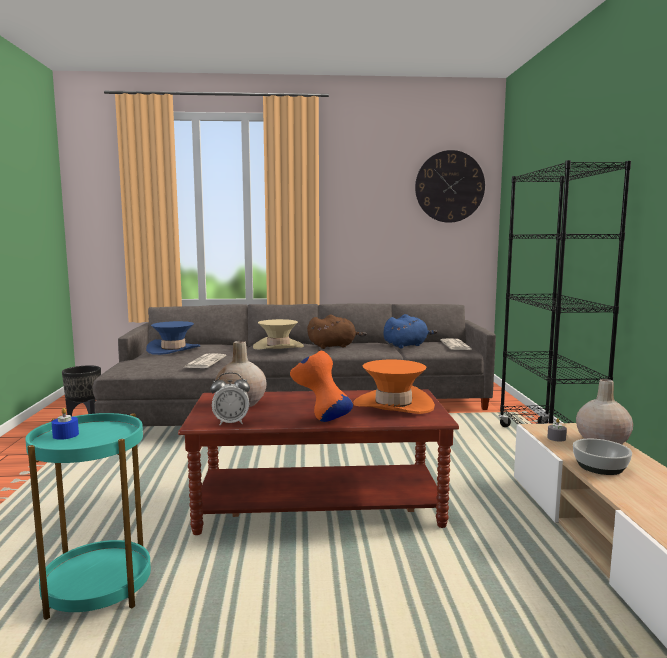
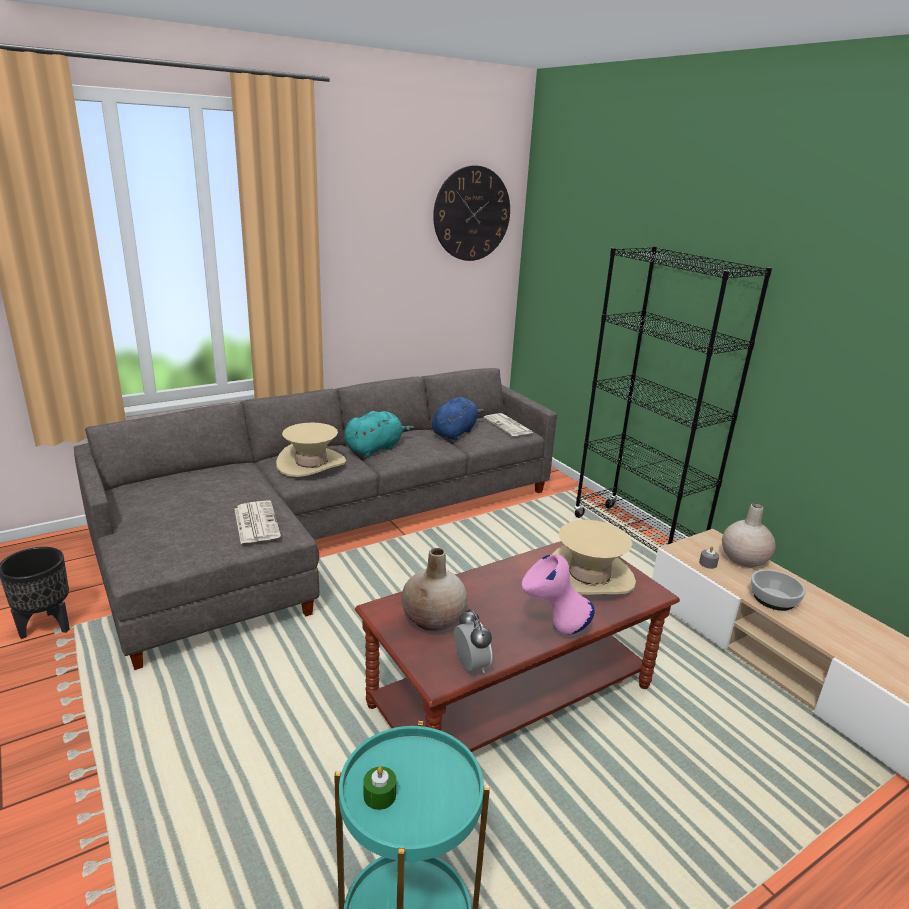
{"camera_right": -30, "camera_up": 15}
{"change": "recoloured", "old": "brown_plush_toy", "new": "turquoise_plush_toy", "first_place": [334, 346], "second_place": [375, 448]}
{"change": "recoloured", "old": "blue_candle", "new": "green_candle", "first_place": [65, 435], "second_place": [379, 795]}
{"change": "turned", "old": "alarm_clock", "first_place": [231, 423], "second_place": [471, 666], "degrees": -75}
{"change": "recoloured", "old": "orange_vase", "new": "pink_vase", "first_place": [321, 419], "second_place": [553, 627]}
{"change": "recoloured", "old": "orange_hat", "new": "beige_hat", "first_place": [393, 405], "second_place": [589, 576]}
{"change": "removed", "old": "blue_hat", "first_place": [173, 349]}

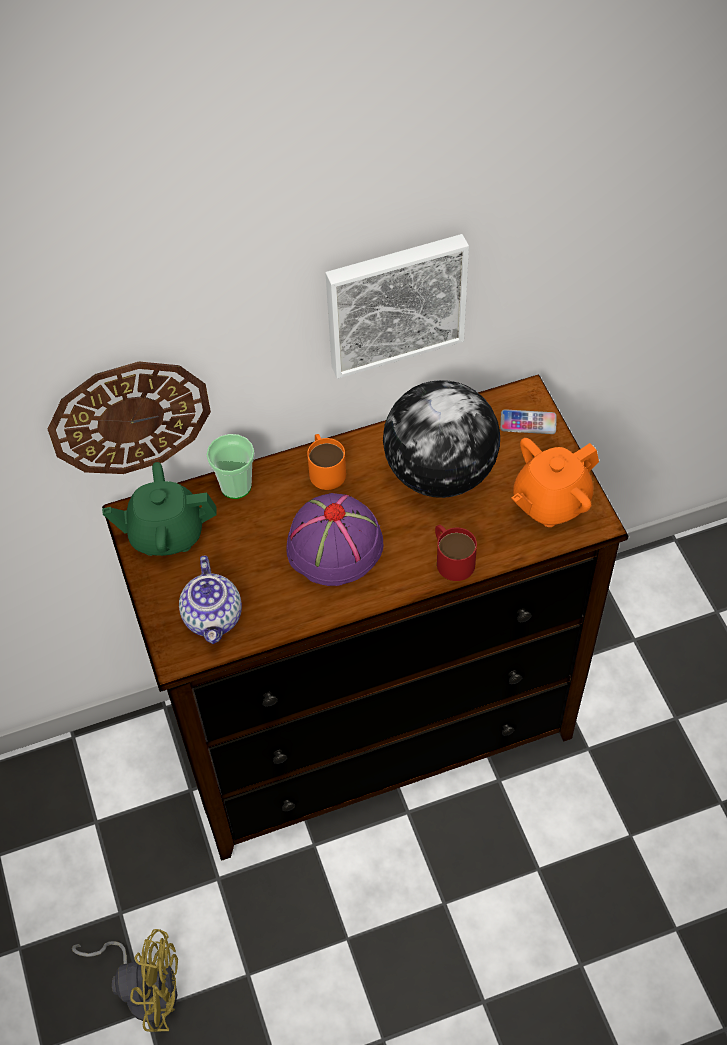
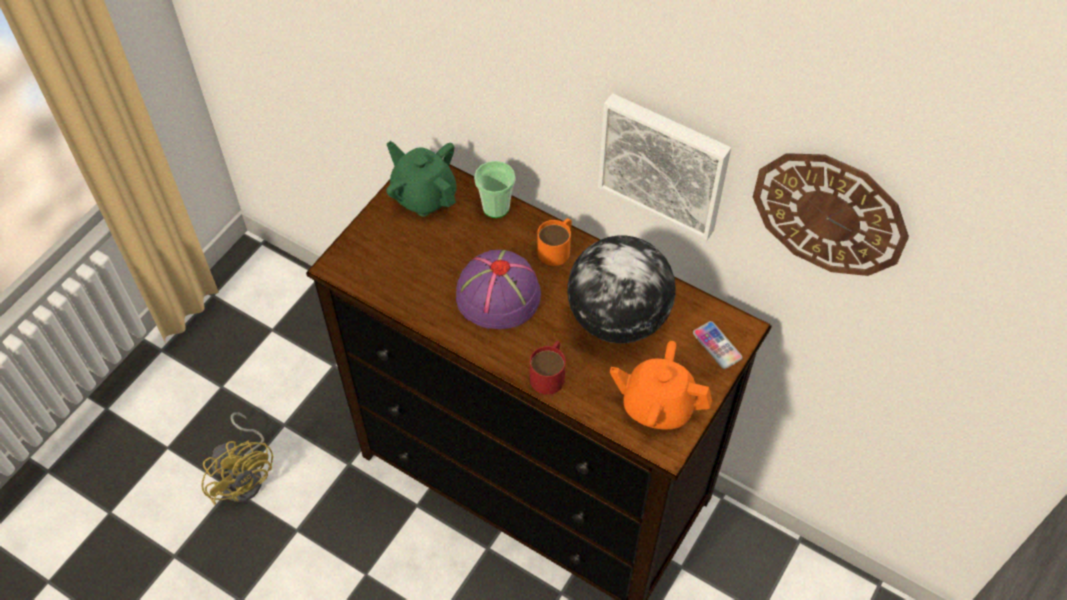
{"camera_right": 50, "camera_up": 0}
{"change": "moved", "old": "wall_clock", "first_place": [129, 417], "second_place": [829, 213]}
{"change": "removed", "old": "teapot", "first_place": [214, 617]}

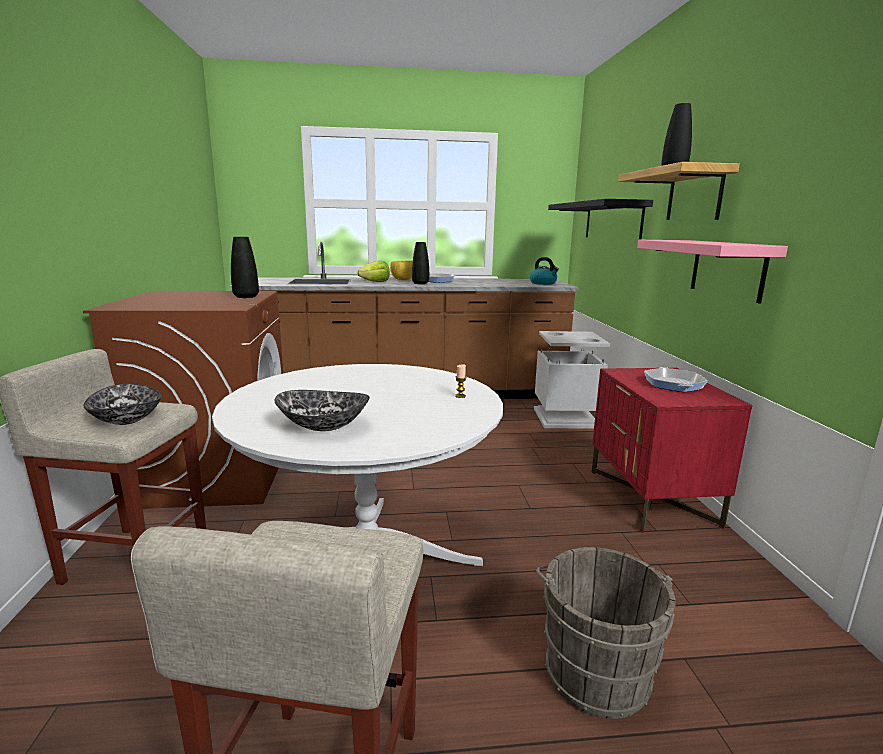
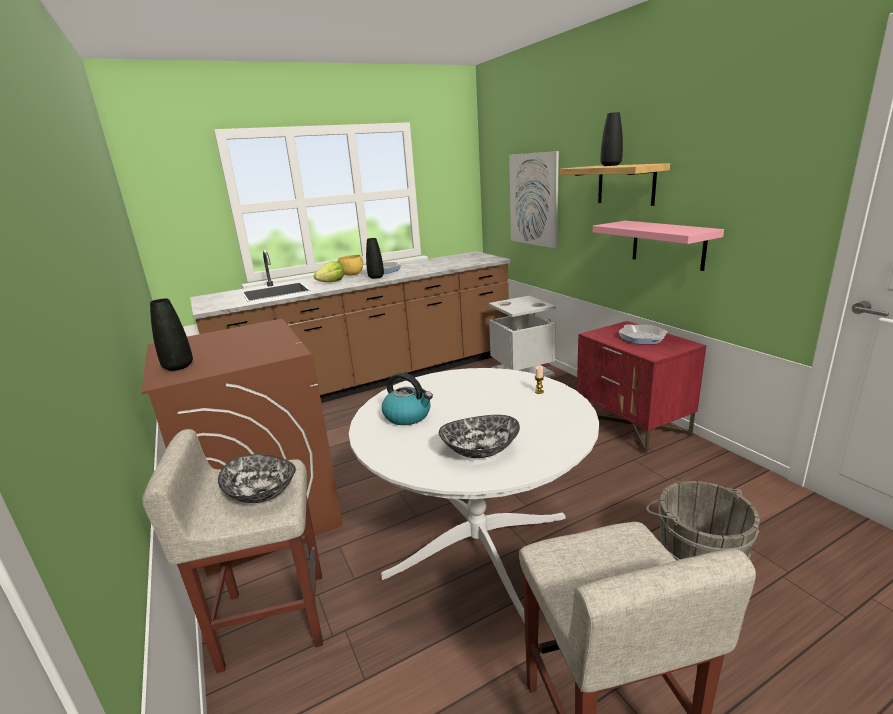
{"camera_right": -20, "camera_up": 5}
{"change": "moved", "old": "black_vase", "first_place": [246, 297], "second_place": [178, 367]}
{"change": "moved", "old": "kettle", "first_place": [543, 283], "second_place": [408, 416]}
{"change": "replaced", "old": "black_shelf", "new": "picture", "first_place": [612, 221], "second_place": [533, 199]}

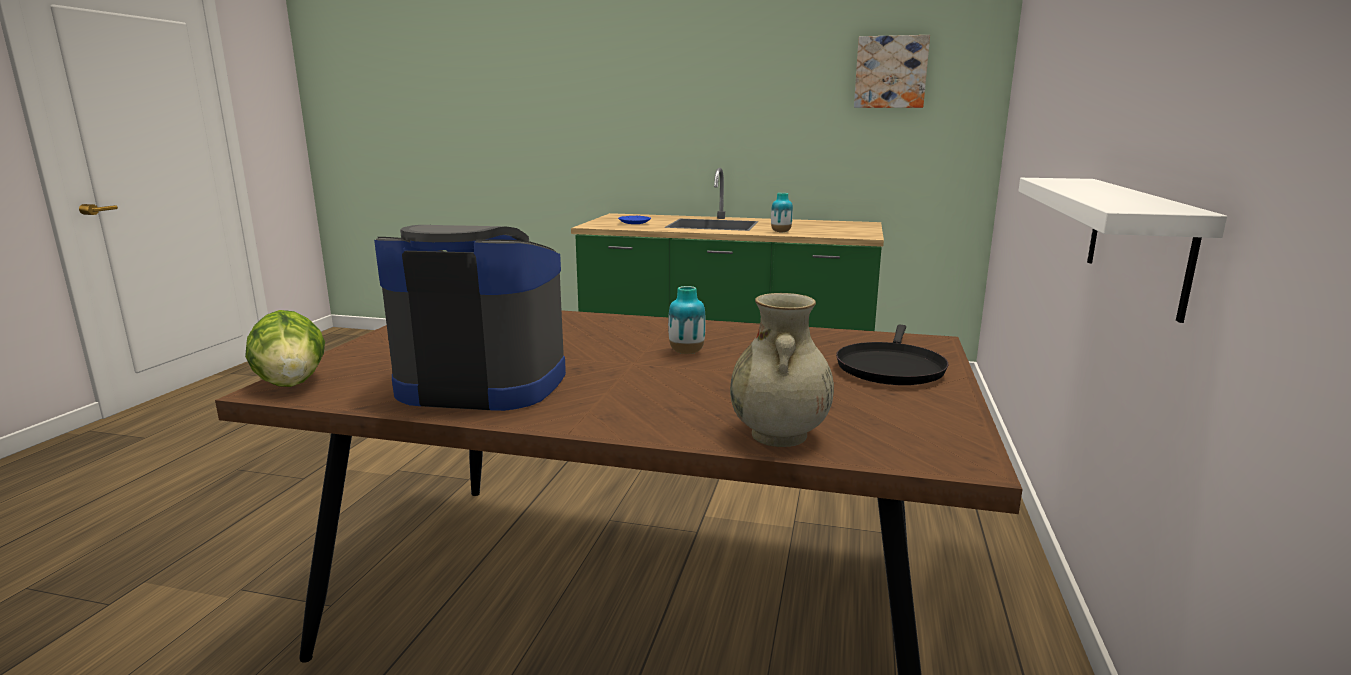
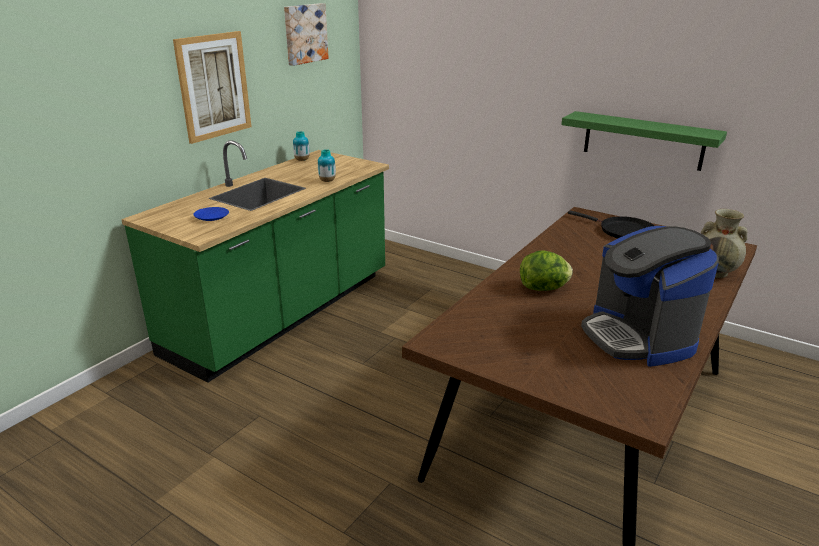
{"camera_right": -70, "camera_up": 10}
{"change": "added", "new": "picture", "second_place": [214, 86]}
{"change": "moved", "old": "vase", "first_place": [686, 352], "second_place": [302, 160]}
{"change": "moved", "old": "lettuce", "first_place": [292, 383], "second_place": [544, 288]}
{"change": "recoloured", "old": "white_shelf", "new": "green_shelf", "first_place": [1137, 241], "second_place": [643, 140]}
{"change": "turned", "old": "coffee_machine", "first_place": [482, 383], "second_place": [638, 336], "degrees": -45}

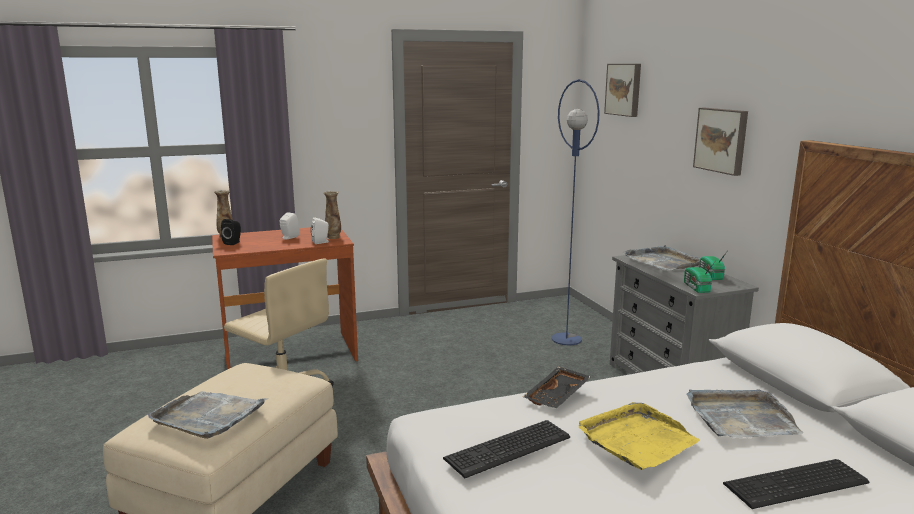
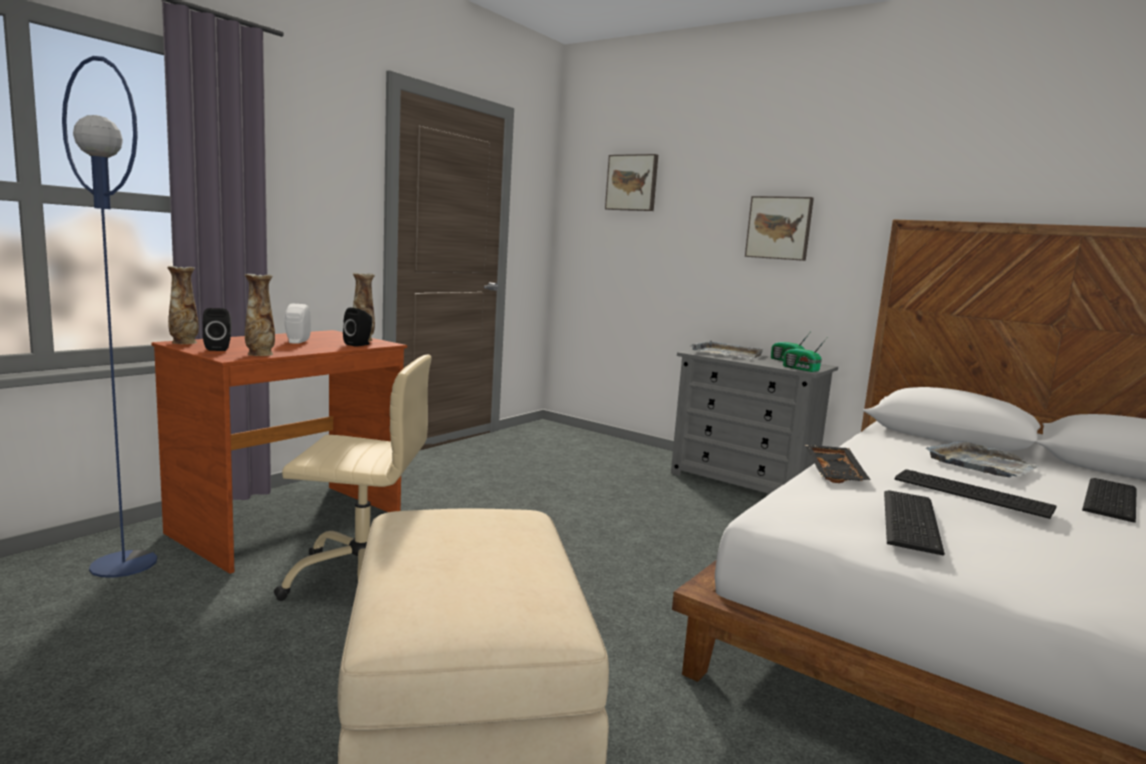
{"camera_right": -35, "camera_up": -5}
{"change": "moved", "old": "blue_floor_lamp", "first_place": [566, 339], "second_place": [124, 564]}
{"change": "added", "new": "vase", "second_place": [260, 354]}
{"change": "recoloured", "old": "white_speaker", "new": "black_speaker", "first_place": [321, 242], "second_place": [359, 344]}
{"change": "replaced", "old": "yellow_tray", "new": "keyboard", "first_place": [637, 439], "second_place": [970, 492]}
{"change": "removed", "old": "grey_tray", "first_place": [208, 416]}

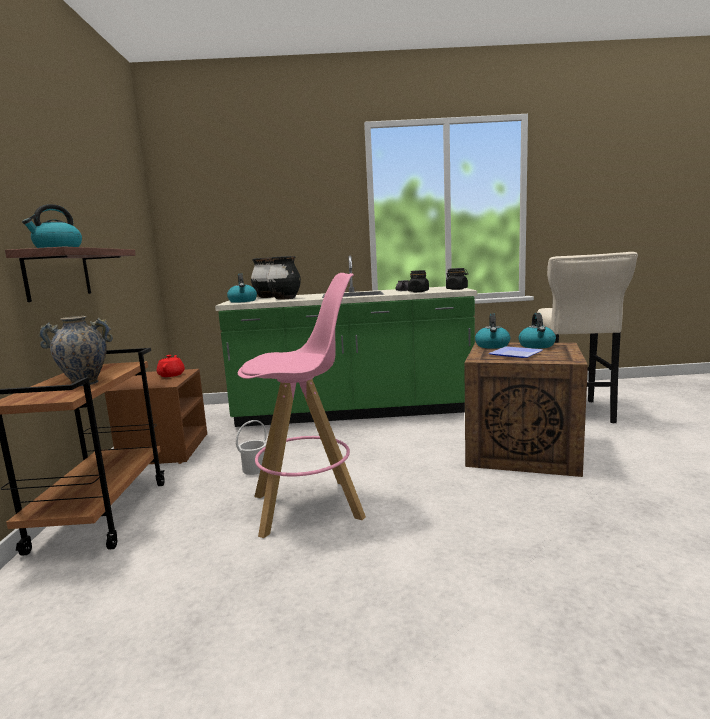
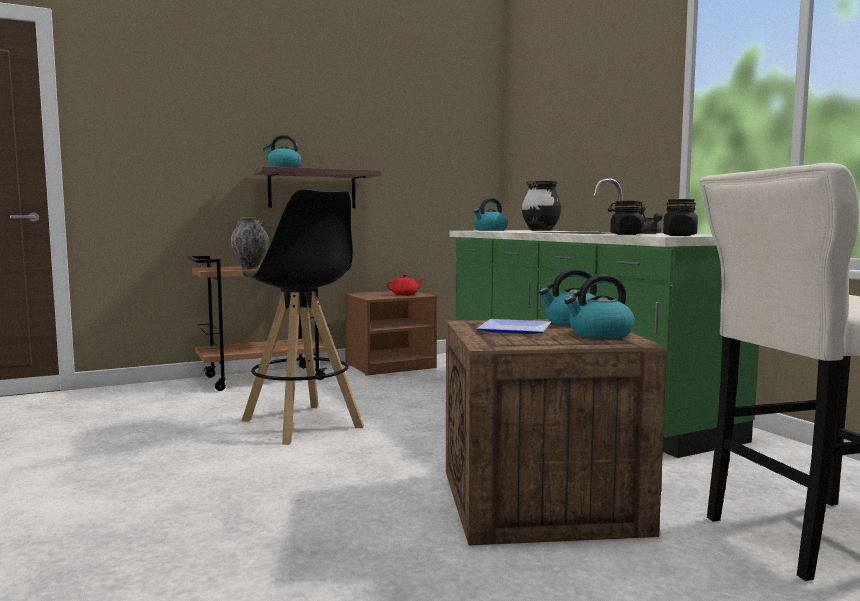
{"camera_right": 65, "camera_up": -5}
{"change": "recoloured", "old": "pink_stool", "new": "black_stool", "first_place": [309, 506], "second_place": [302, 424]}
{"change": "removed", "old": "white_bucket", "first_place": [254, 469]}
{"change": "removed", "old": "black_vase", "first_place": [285, 298]}

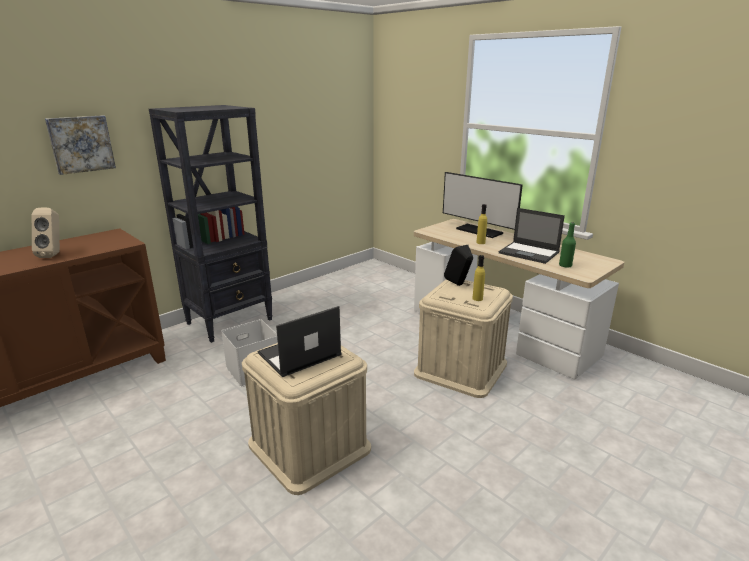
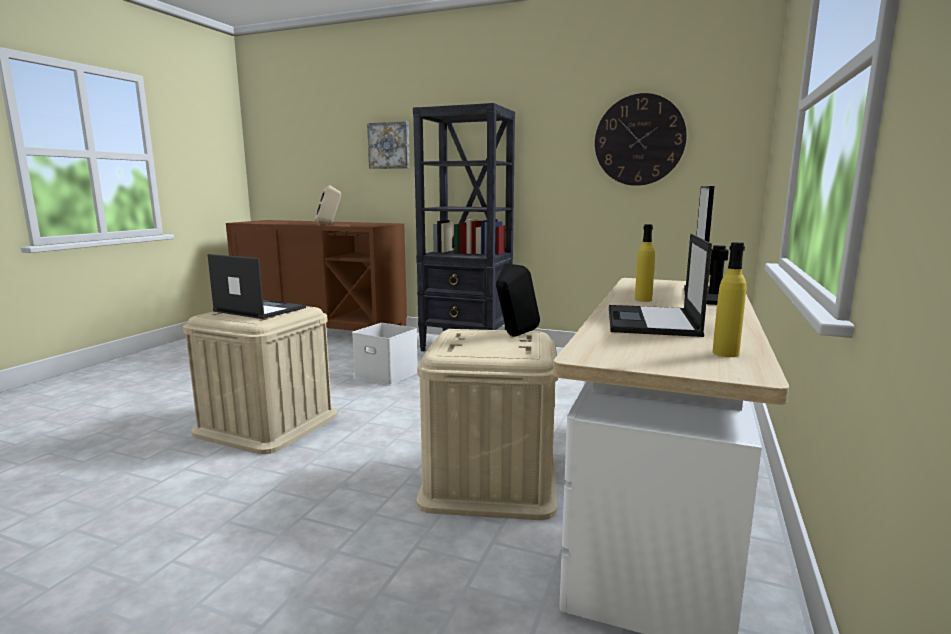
{"camera_right": 65, "camera_up": -10}
{"change": "added", "new": "wall_clock", "second_place": [639, 140]}
{"change": "moved", "old": "yellow_bottle", "first_place": [477, 298], "second_place": [725, 353]}
{"change": "removed", "old": "green_bottle", "first_place": [565, 265]}

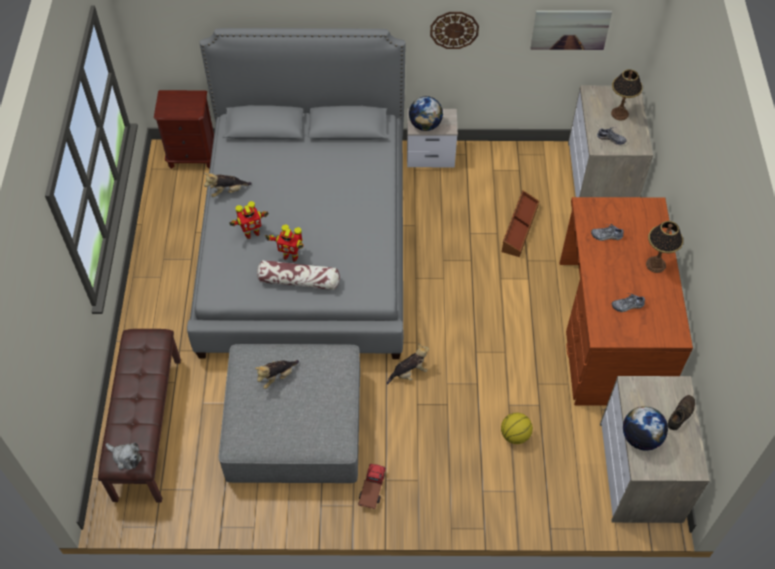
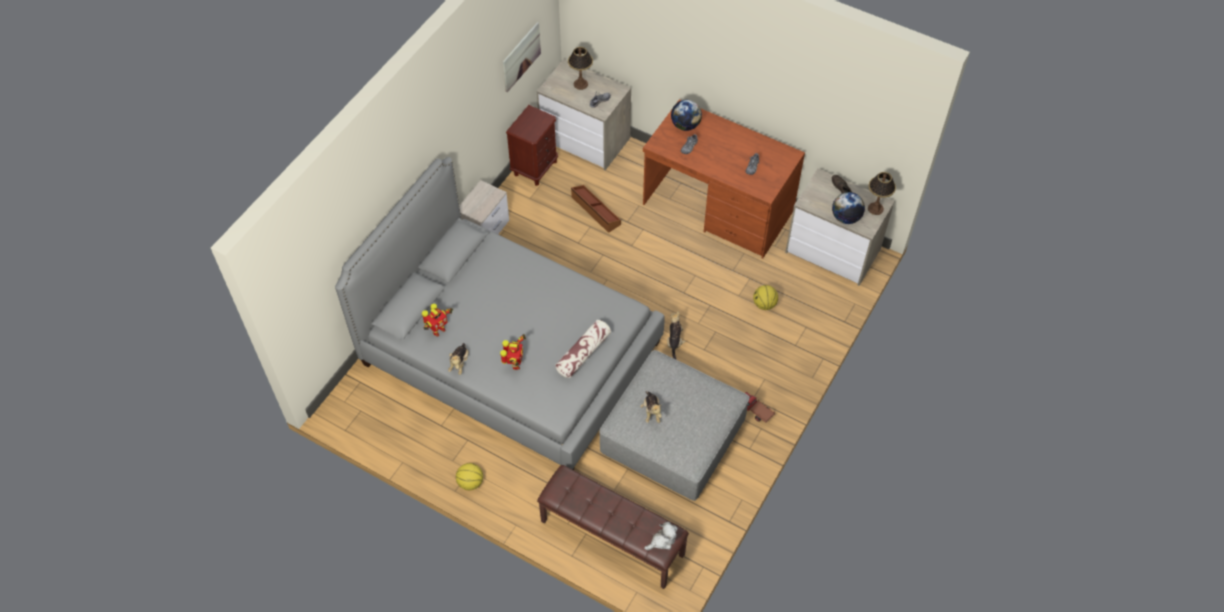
{"camera_right": -60, "camera_up": 0}
{"change": "moved", "old": "toy_robot", "first_place": [290, 256], "second_place": [438, 330]}
{"change": "added", "new": "basketball", "second_place": [470, 482]}
{"change": "moved", "old": "brown_nightstand", "first_place": [192, 156], "second_place": [535, 168]}
{"change": "moved", "old": "globe", "first_place": [425, 125], "second_place": [685, 125]}
{"change": "moved", "old": "table_lamp", "first_place": [656, 265], "second_place": [875, 208]}
{"change": "removed", "old": "wall_clock", "first_place": [454, 29]}

